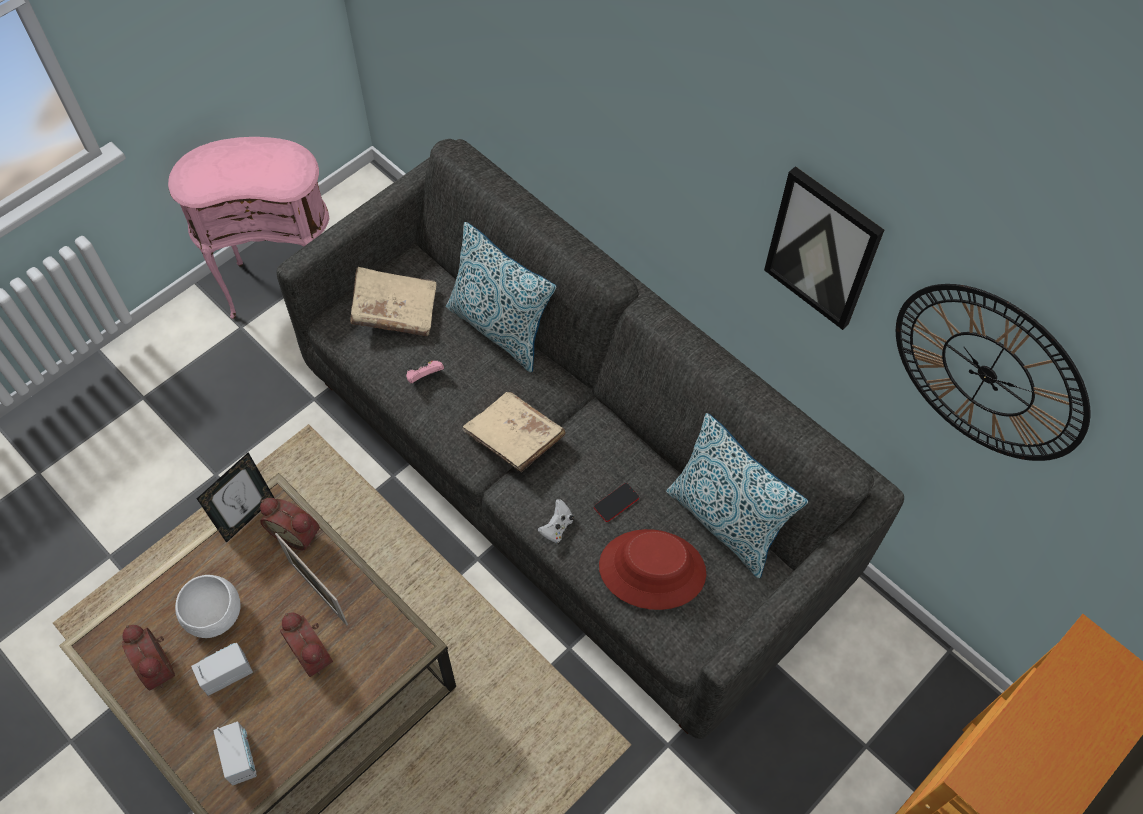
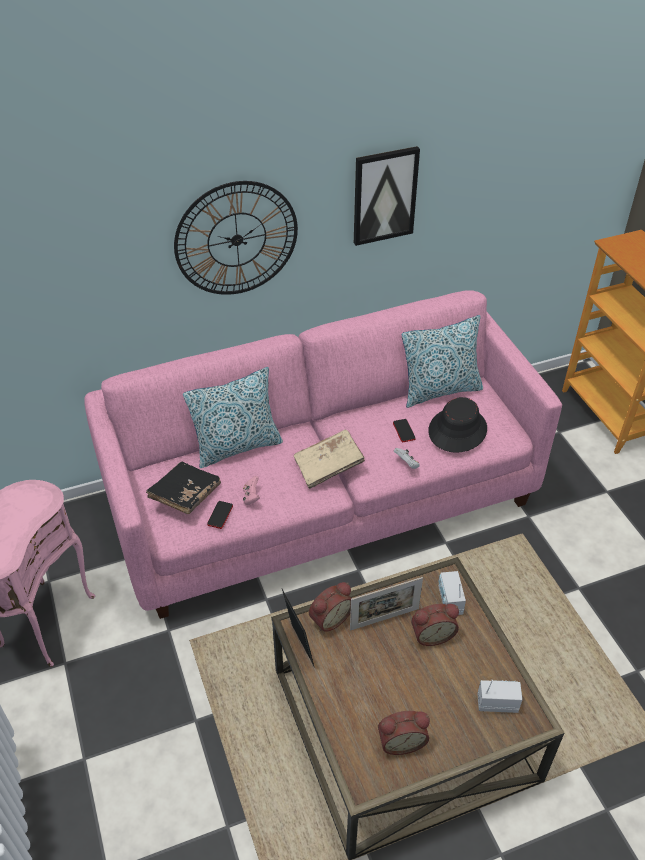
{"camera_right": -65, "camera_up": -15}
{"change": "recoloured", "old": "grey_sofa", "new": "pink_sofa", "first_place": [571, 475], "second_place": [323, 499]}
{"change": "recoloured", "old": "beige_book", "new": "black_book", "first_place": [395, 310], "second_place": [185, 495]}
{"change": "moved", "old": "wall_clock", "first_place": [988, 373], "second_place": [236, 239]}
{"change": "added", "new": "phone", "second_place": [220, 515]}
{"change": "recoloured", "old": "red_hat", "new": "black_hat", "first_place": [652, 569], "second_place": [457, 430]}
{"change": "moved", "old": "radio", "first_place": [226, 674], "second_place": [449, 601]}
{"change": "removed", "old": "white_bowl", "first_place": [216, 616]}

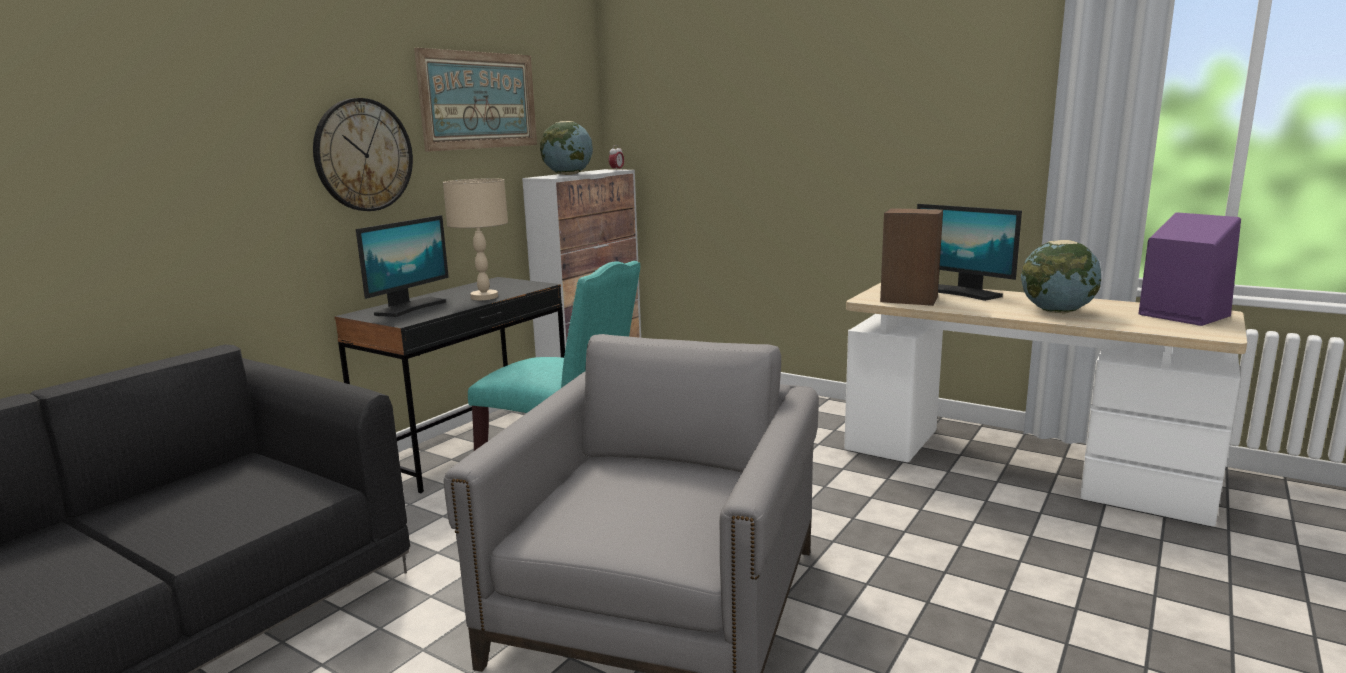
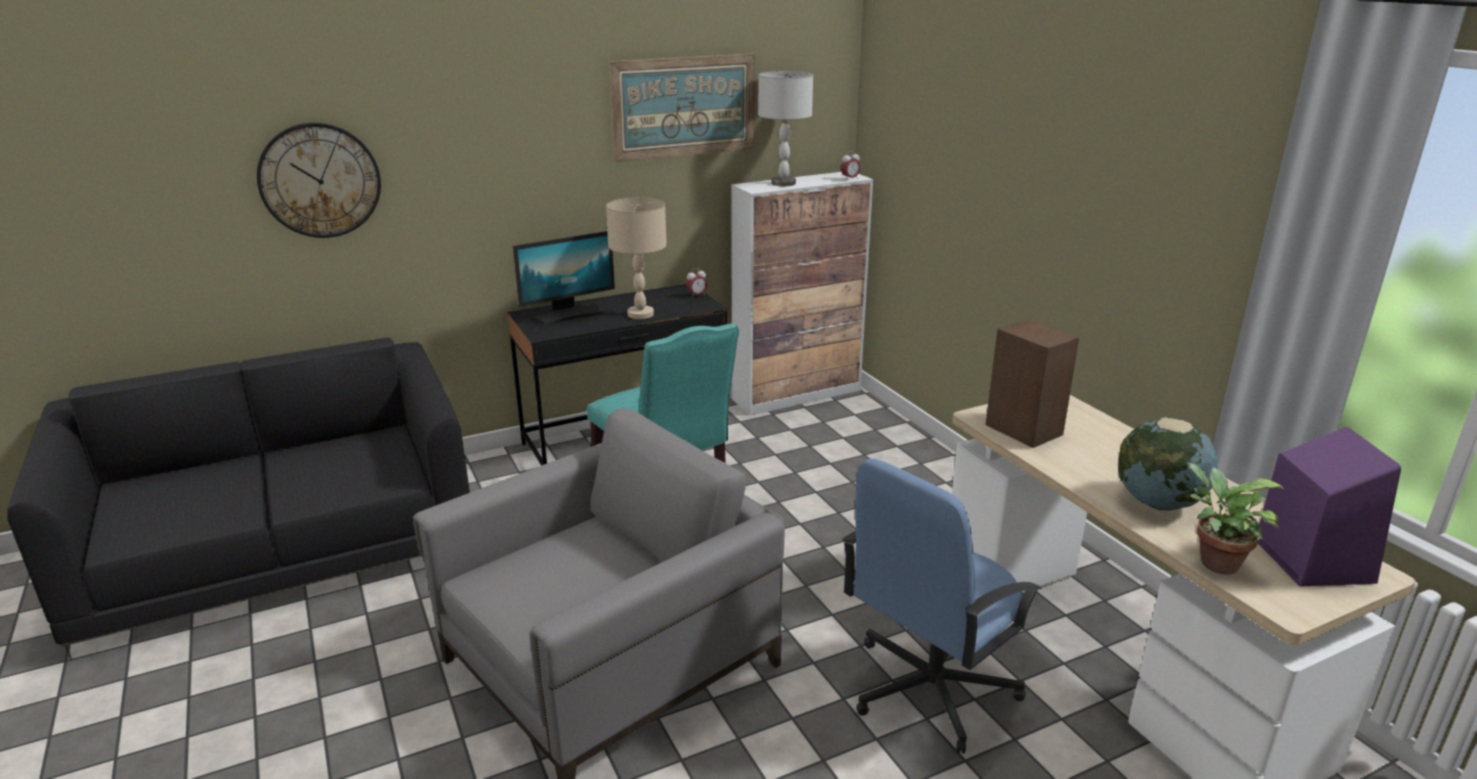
{"camera_right": 30, "camera_up": 10}
{"change": "moved", "old": "wall_clock", "first_place": [363, 155], "second_place": [320, 180]}
{"change": "added", "new": "alarm_clock", "second_place": [697, 295]}
{"change": "replaced", "old": "globe", "new": "grey_table_lamp", "first_place": [568, 174], "second_place": [783, 183]}
{"change": "added", "new": "blue_office_chair", "second_place": [929, 688]}
{"change": "added", "new": "potted_plant", "second_place": [1213, 562]}
{"change": "removed", "old": "monitor", "first_place": [962, 293]}

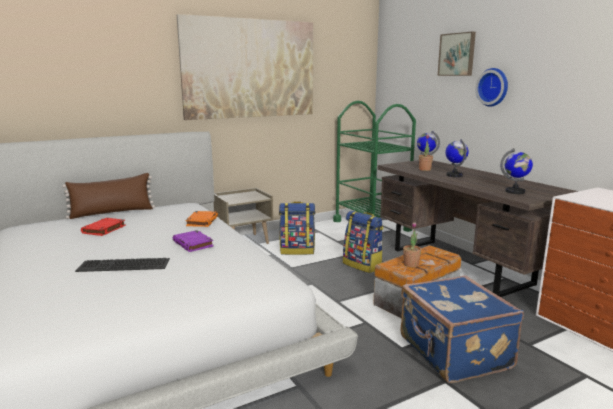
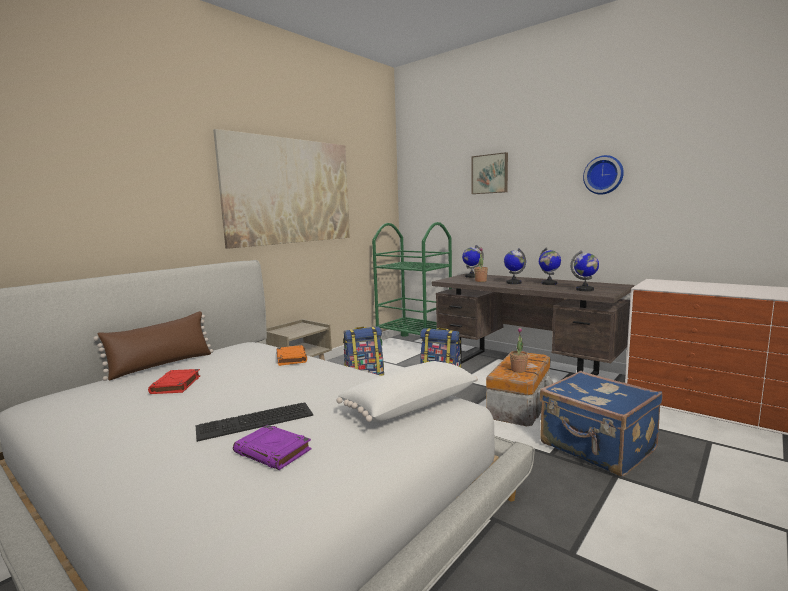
{"camera_right": -20, "camera_up": -5}
{"change": "moved", "old": "purple_book", "first_place": [193, 244], "second_place": [273, 451]}
{"change": "added", "new": "white_pillow", "second_place": [409, 404]}
{"change": "added", "new": "globe", "second_place": [549, 283]}
{"change": "moved", "old": "wall_clock", "first_place": [493, 87], "second_place": [603, 175]}

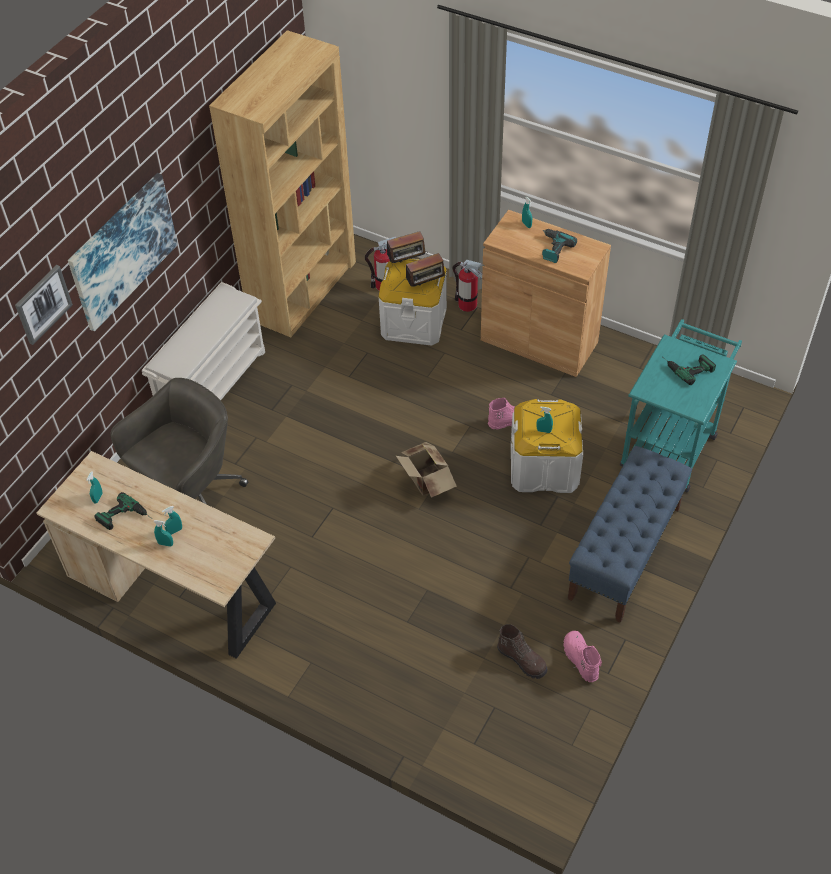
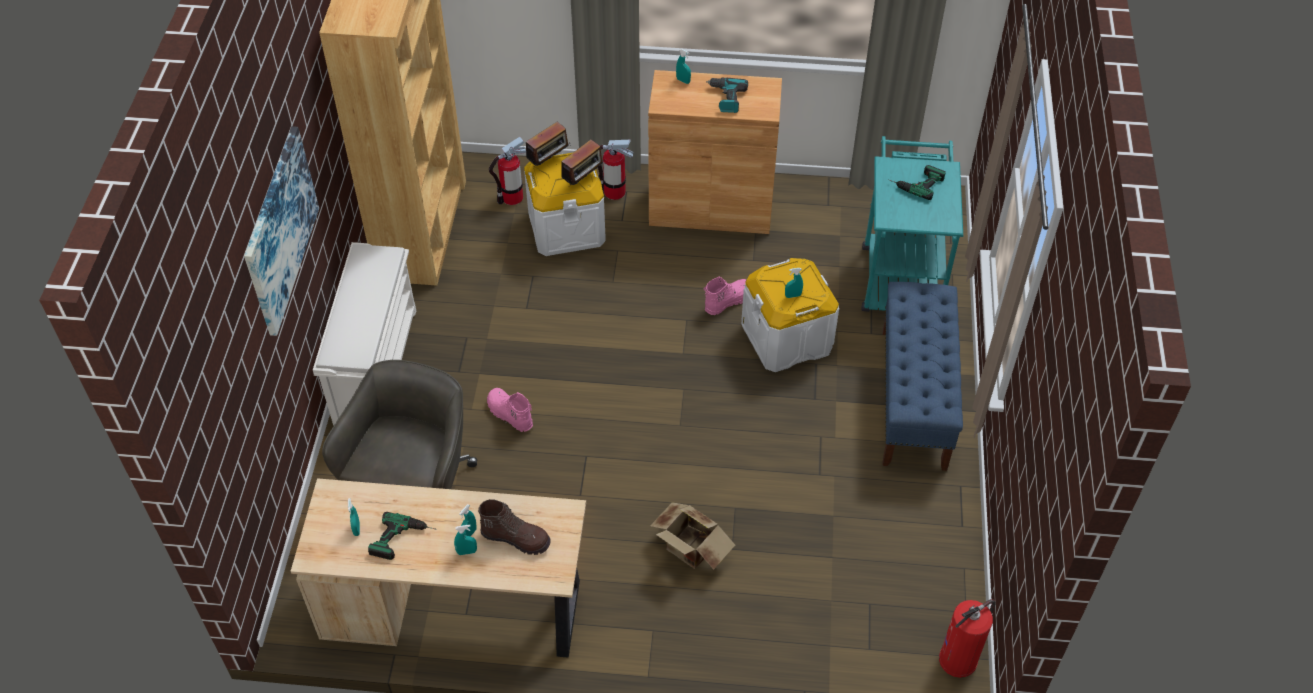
{"camera_right": -25, "camera_up": 0}
{"change": "moved", "old": "brown_boot", "first_place": [522, 660], "second_place": [516, 538]}
{"change": "moved", "old": "pink_boot", "first_place": [580, 659], "second_place": [509, 414]}
{"change": "moved", "old": "cardboard_box", "first_place": [426, 482], "second_place": [690, 551]}
{"change": "added", "new": "fire_extinguisher", "second_place": [959, 659]}
{"change": "removed", "old": "picture", "first_place": [42, 304]}

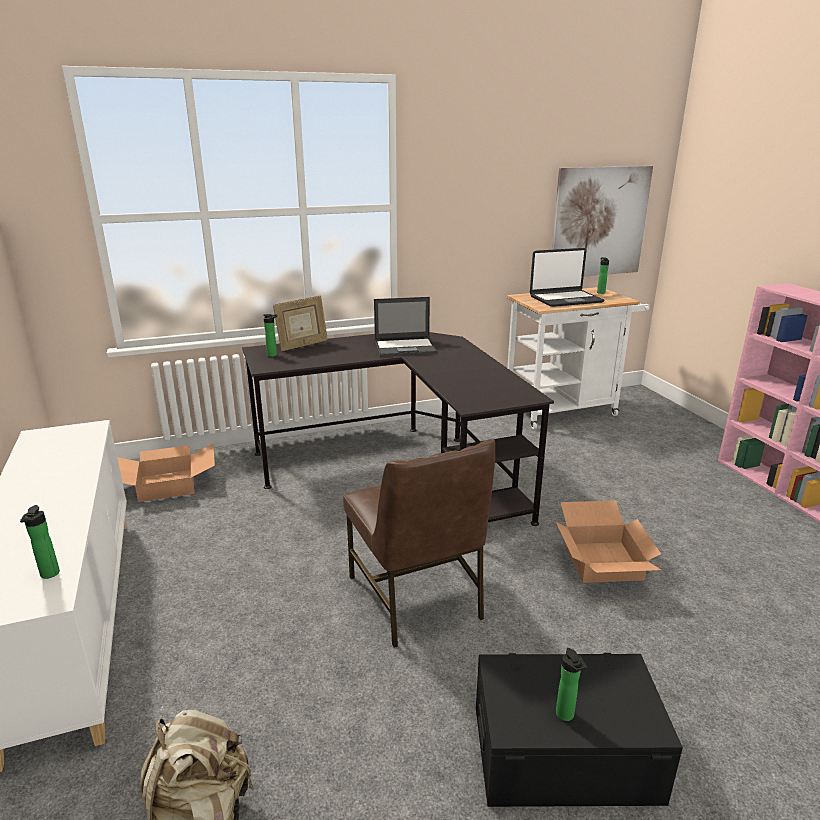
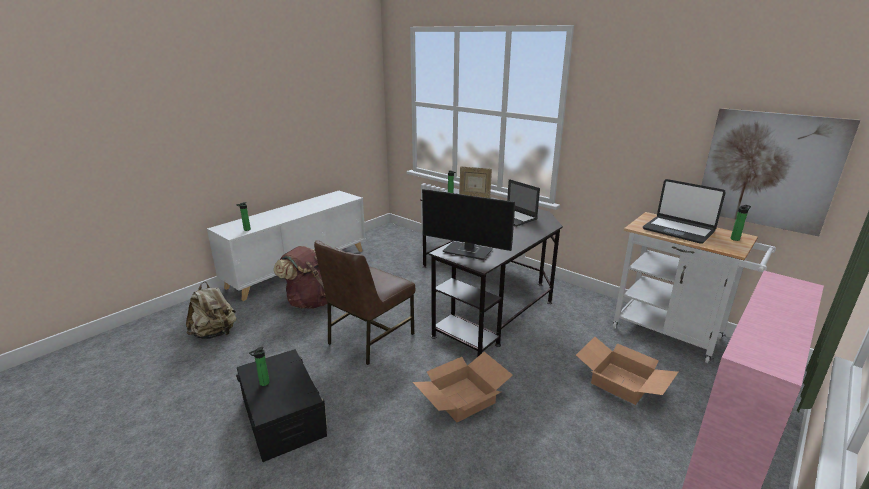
{"camera_right": 60, "camera_up": 0}
{"change": "added", "new": "brown_backpack", "second_place": [311, 302]}
{"change": "added", "new": "monitor", "second_place": [469, 251]}
{"change": "moved", "old": "cardboard_box", "first_place": [166, 486], "second_place": [620, 383]}

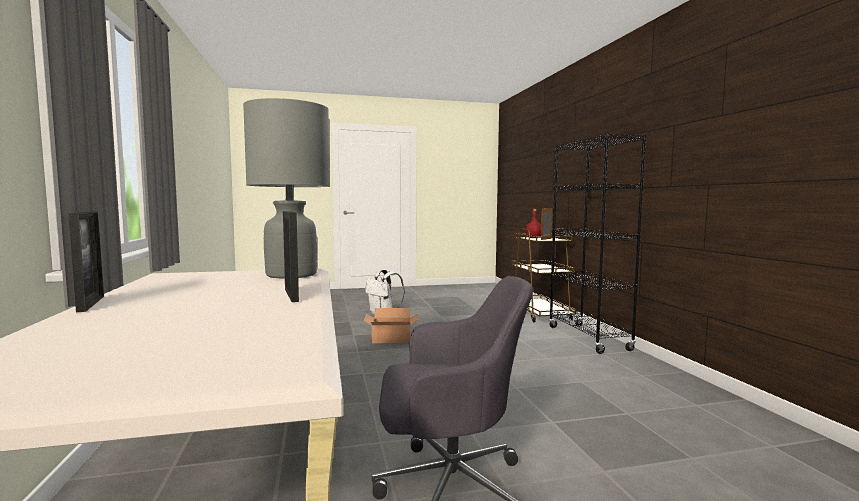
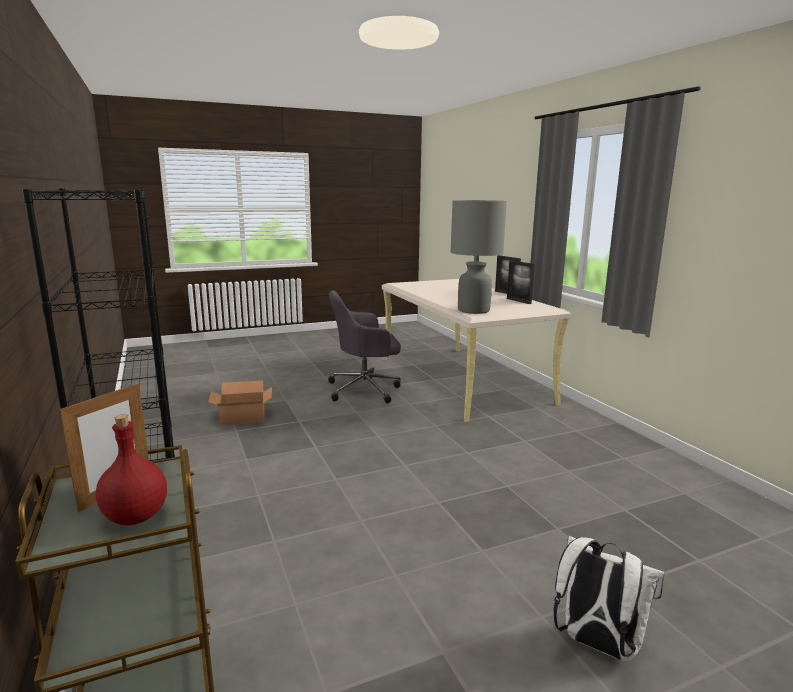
{"camera_right": 170, "camera_up": 10}
{"change": "moved", "old": "cardboard_box", "first_place": [391, 338], "second_place": [243, 417]}
{"change": "moved", "old": "picture_frame", "first_place": [291, 295], "second_place": [518, 301]}

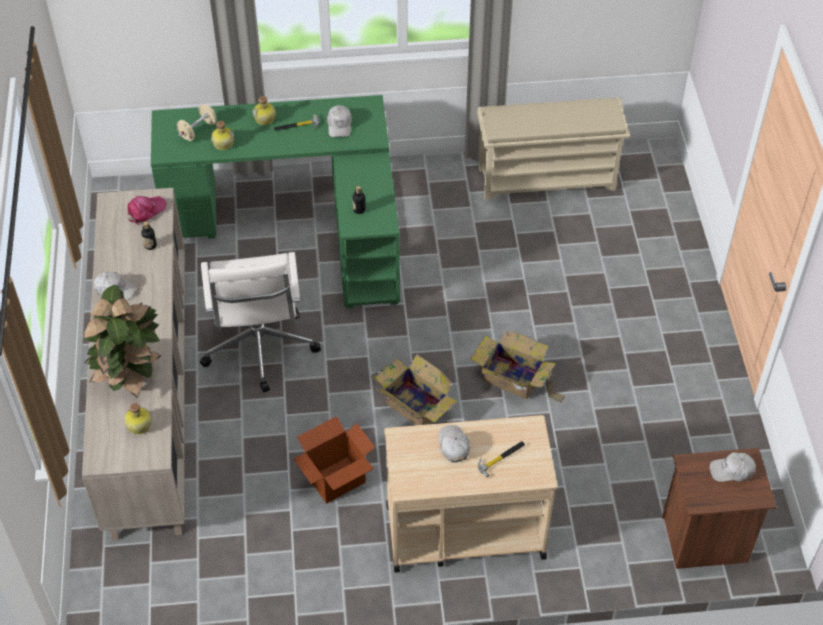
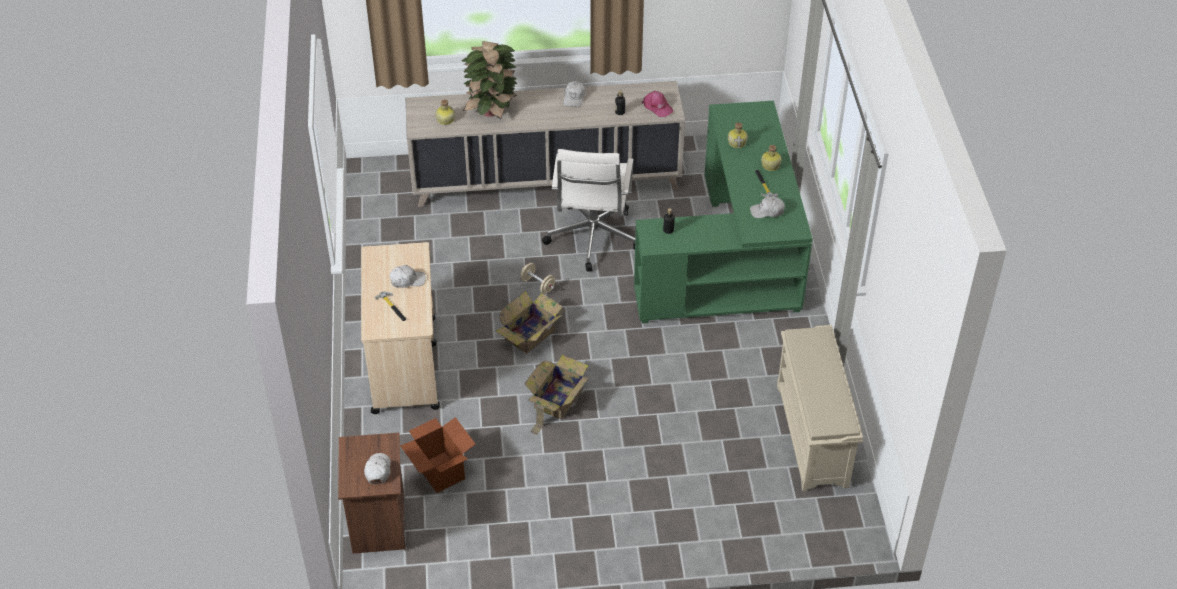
{"camera_right": 90, "camera_up": -5}
{"change": "moved", "old": "cardboard_box", "first_place": [336, 480], "second_place": [440, 472]}
{"change": "moved", "old": "beige_dumbbell", "first_place": [198, 130], "second_place": [538, 285]}
{"change": "turned", "old": "white_office_chair", "first_place": [259, 347], "second_place": [592, 239], "degrees": -75}

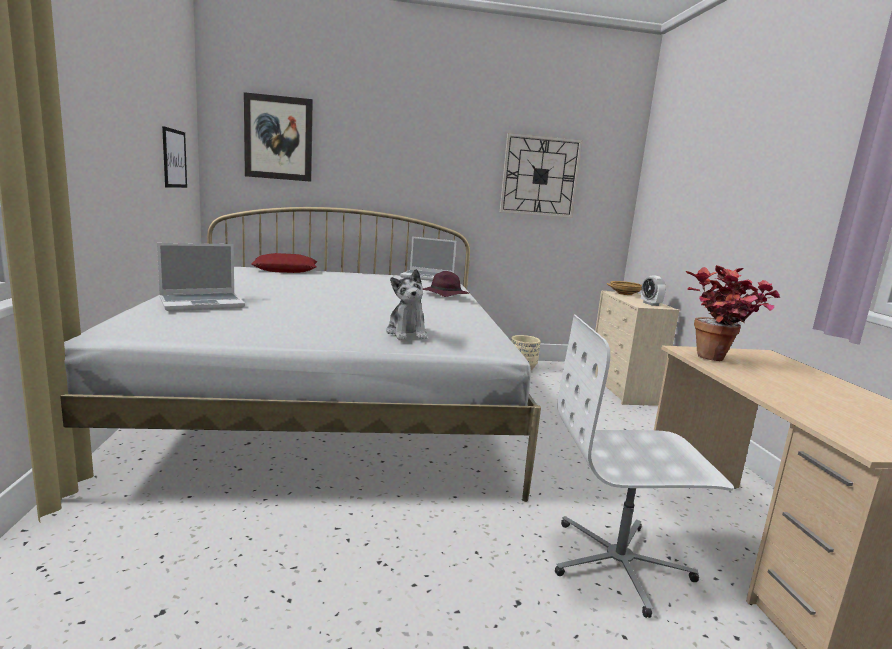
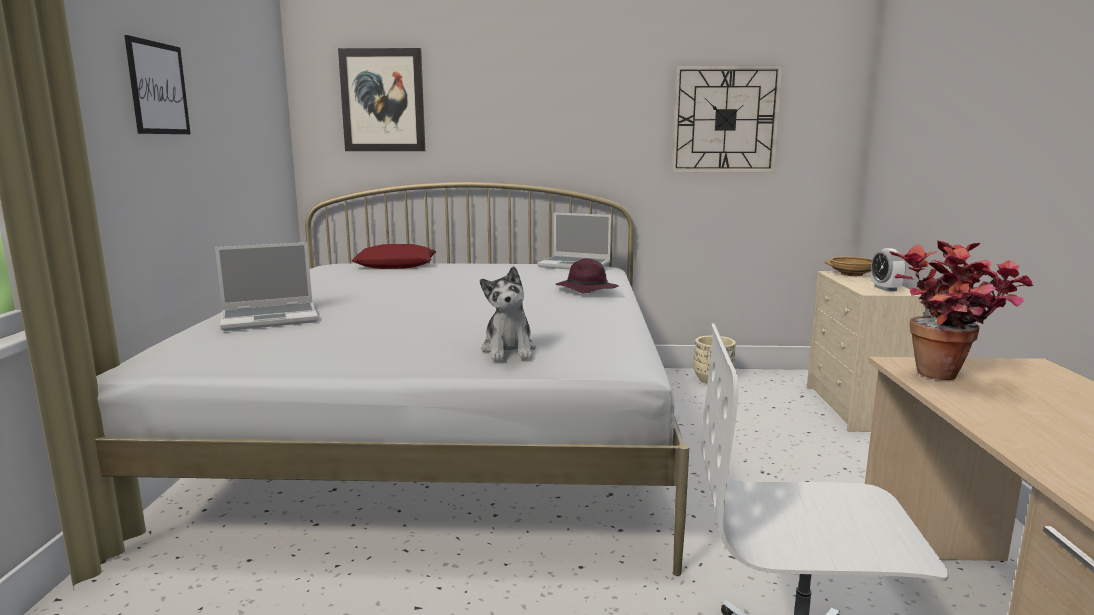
{"camera_right": 10, "camera_up": 0}
{"change": "moved", "old": "picture", "first_place": [174, 158], "second_place": [158, 88]}

